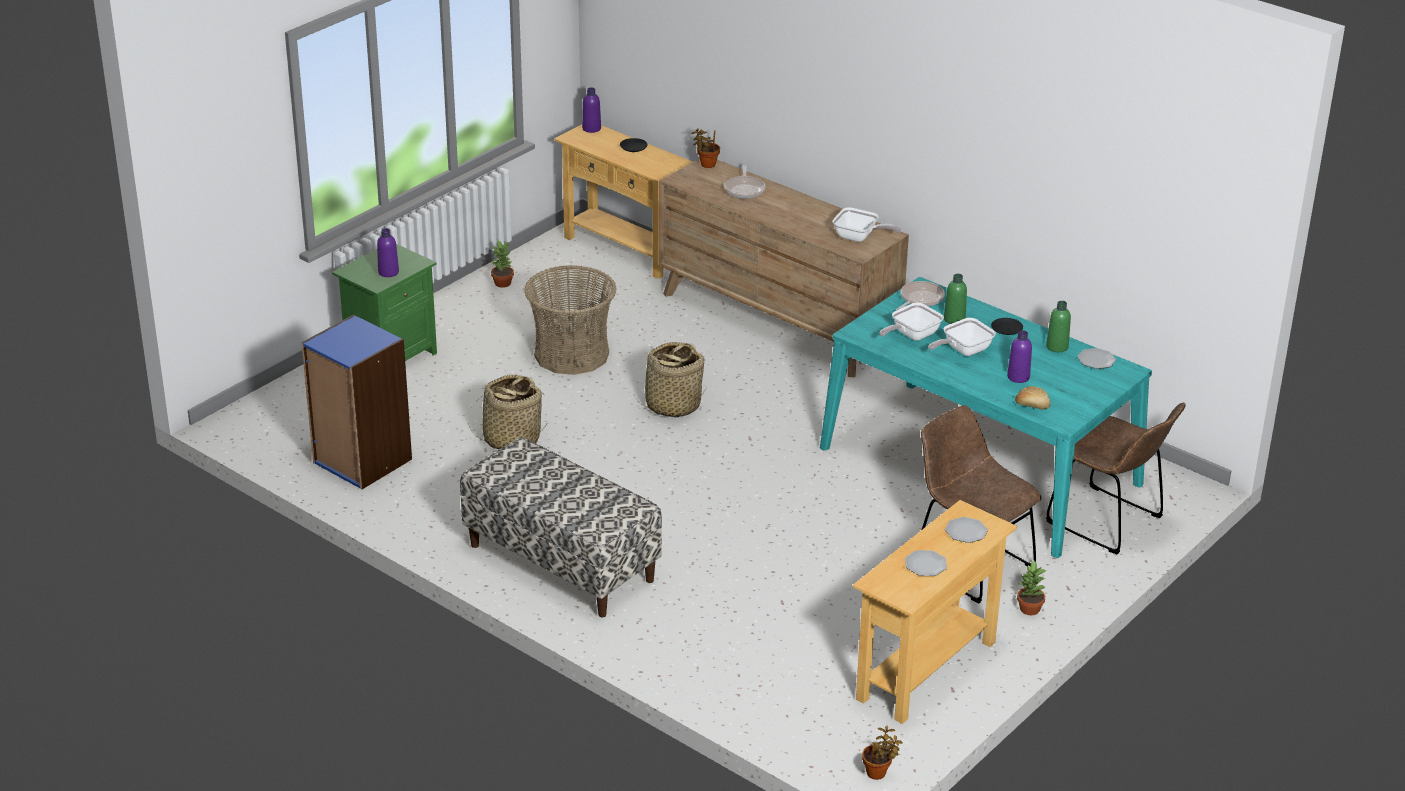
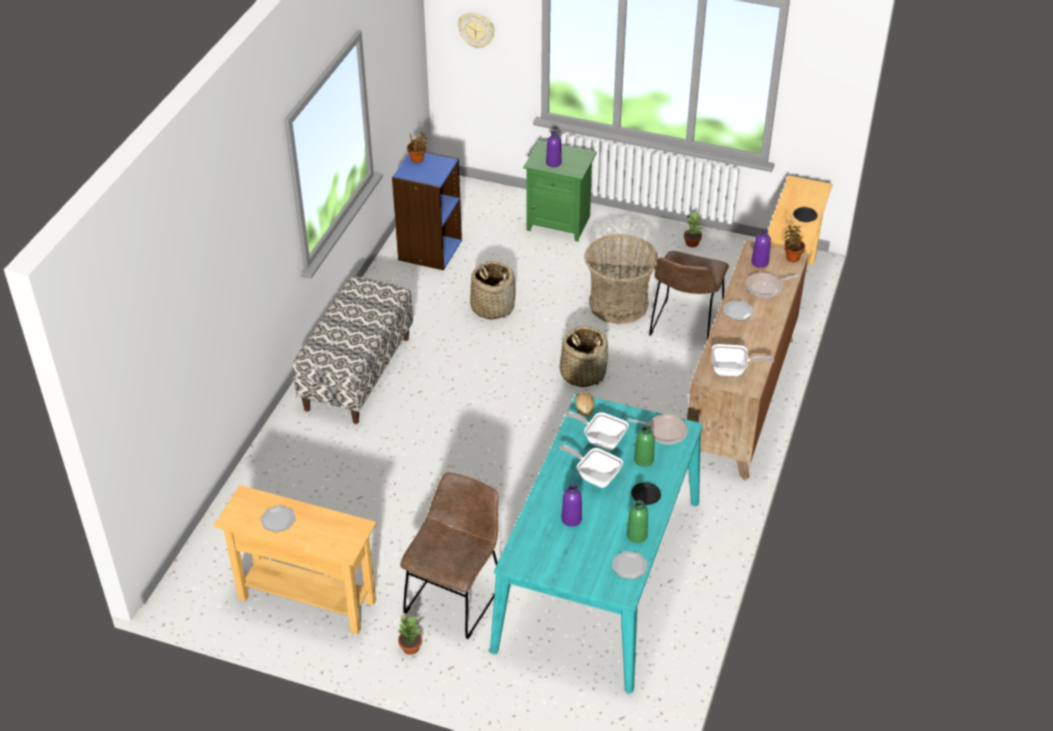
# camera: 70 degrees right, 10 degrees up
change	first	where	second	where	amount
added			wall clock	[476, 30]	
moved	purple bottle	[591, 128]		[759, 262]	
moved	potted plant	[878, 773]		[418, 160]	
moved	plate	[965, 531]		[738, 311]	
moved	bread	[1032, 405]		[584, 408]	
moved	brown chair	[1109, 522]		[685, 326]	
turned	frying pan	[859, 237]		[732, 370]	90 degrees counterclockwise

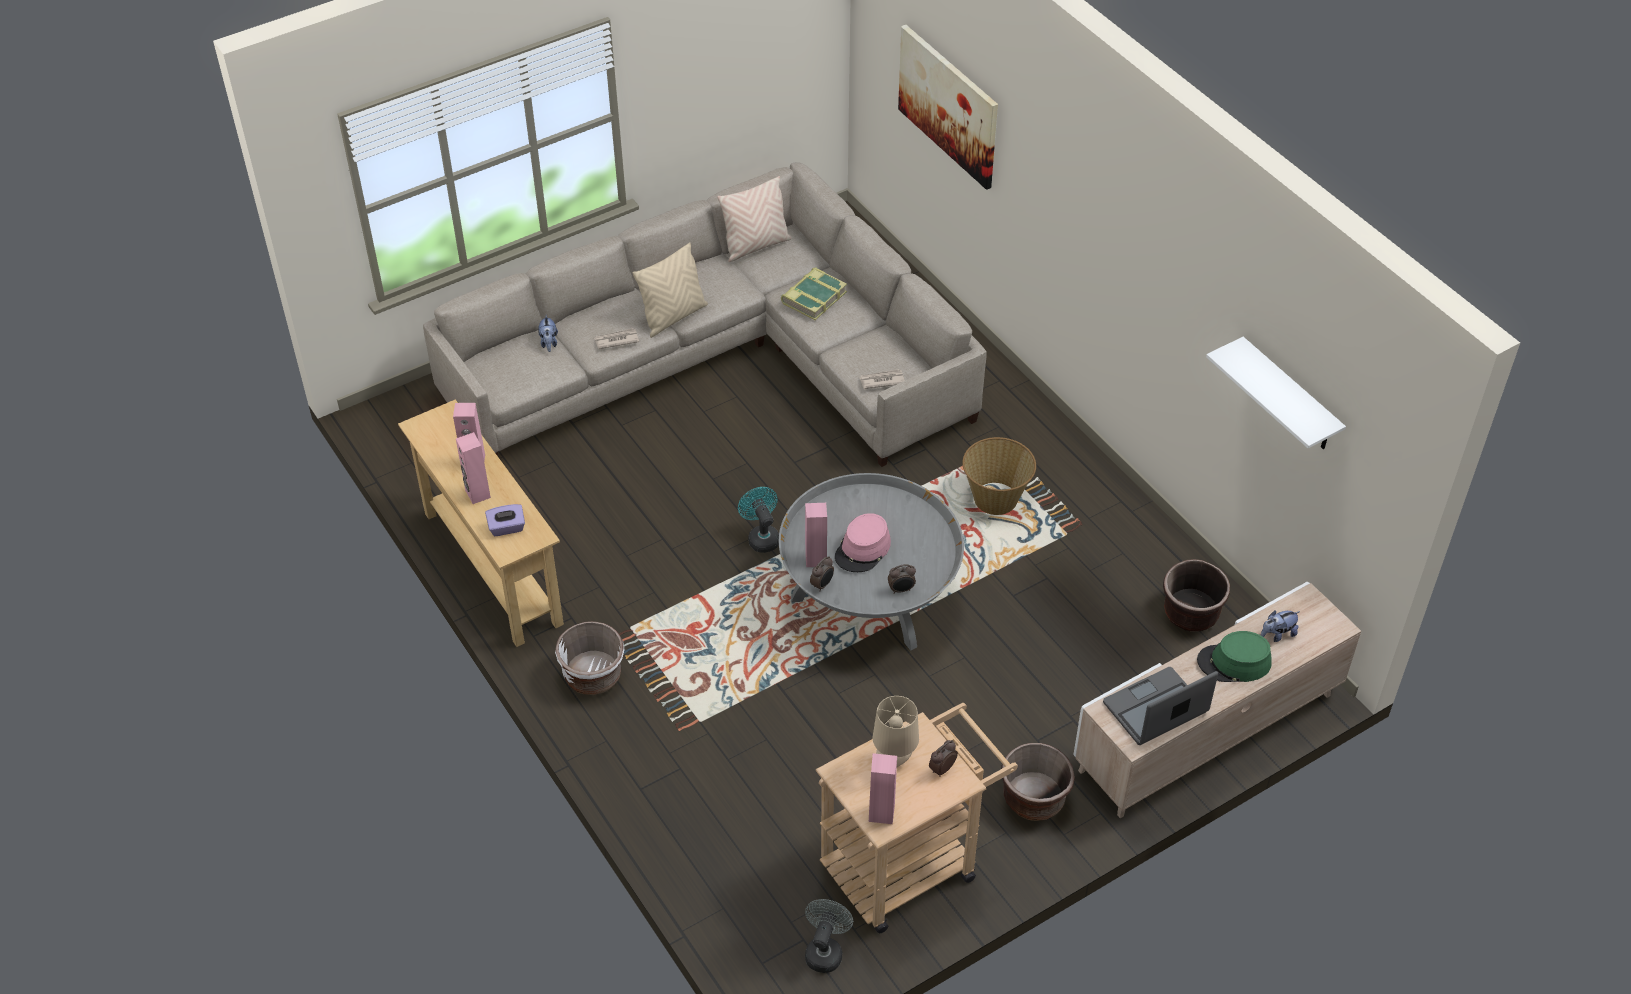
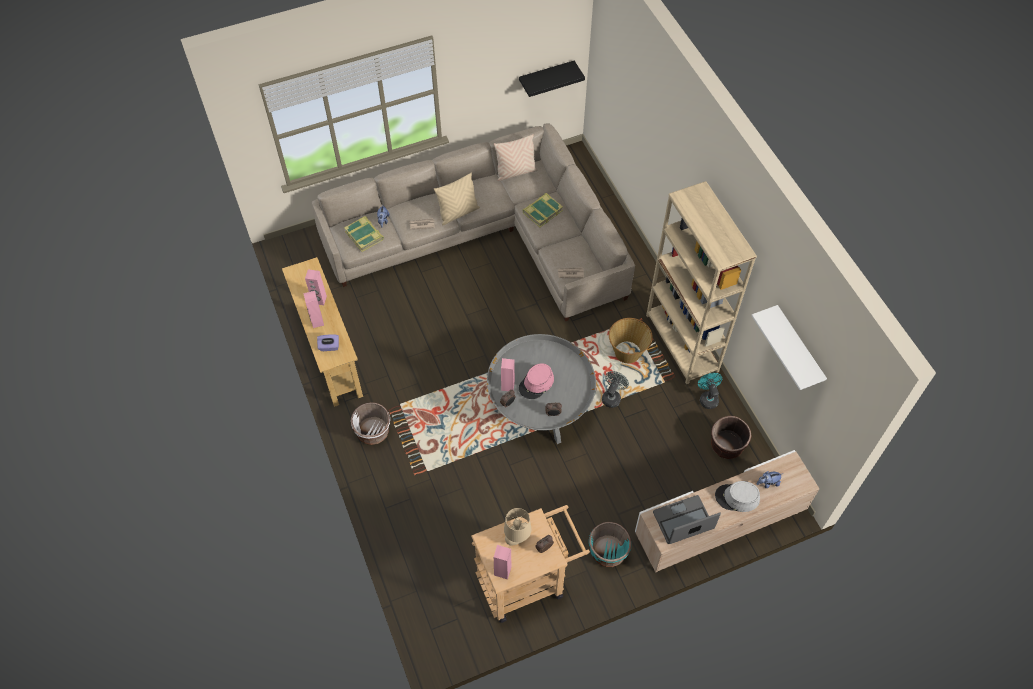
# camera: 10 degrees right, 10 degrees up
change	first	where	second	where	amount
removed	picture	[948, 105]			
added			book	[364, 235]	
added			black shelf	[546, 77]	
added			beige bookcase	[682, 343]	
moved	turquoise fan	[761, 537]		[707, 398]	
moved	grey fan	[825, 950]		[612, 397]	
recoloured	brown planter	[1034, 799]	turquoise planter	[608, 551]	
recoloured	green hat	[1234, 663]	grey hat	[737, 498]	

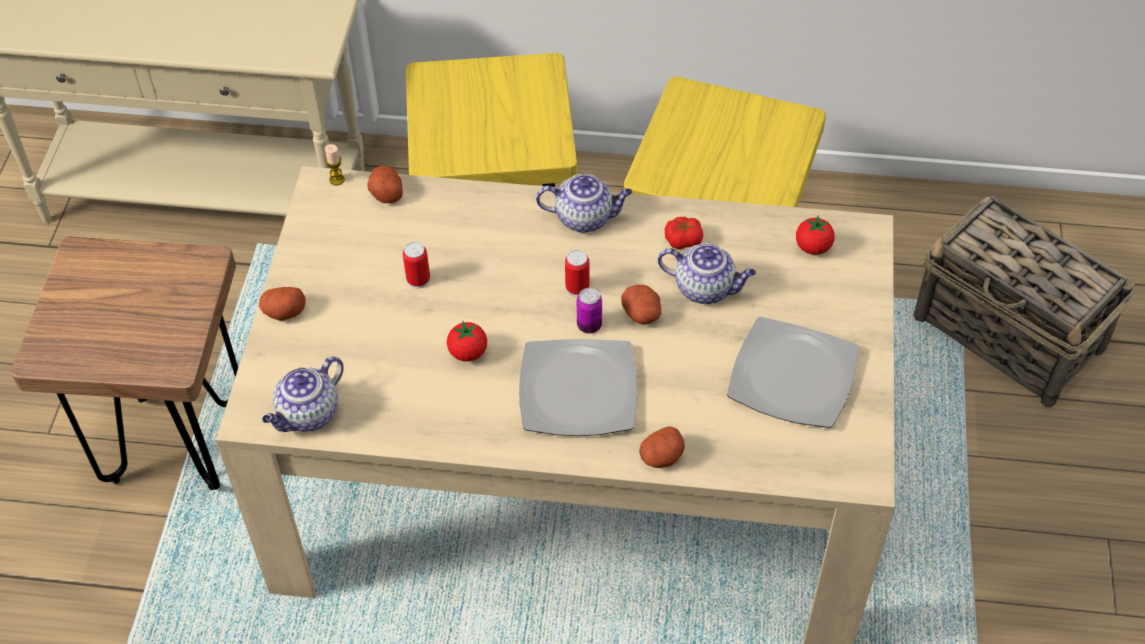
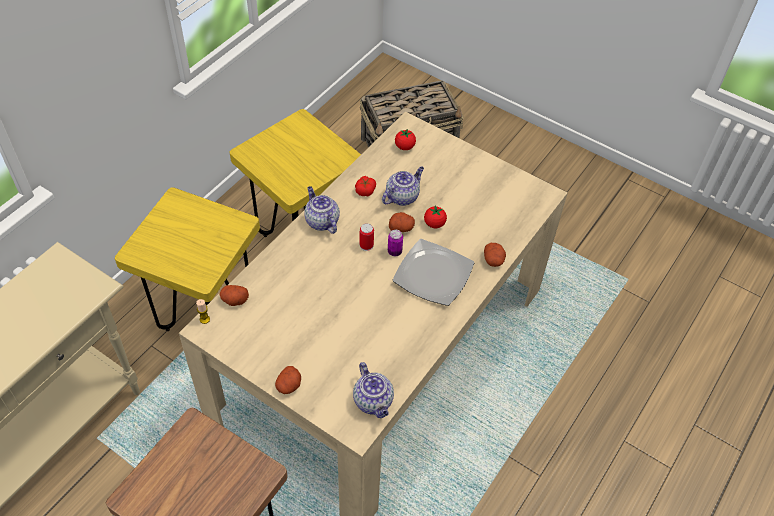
# camera: 65 degrees left, 0 degrees up
change	first	where	second	where	amount
removed	can	[418, 279]			
removed	plate	[792, 375]			
moved	tomato	[468, 352]		[434, 224]	
turned	teapot	[585, 218]		[321, 221]	60 degrees counterclockwise

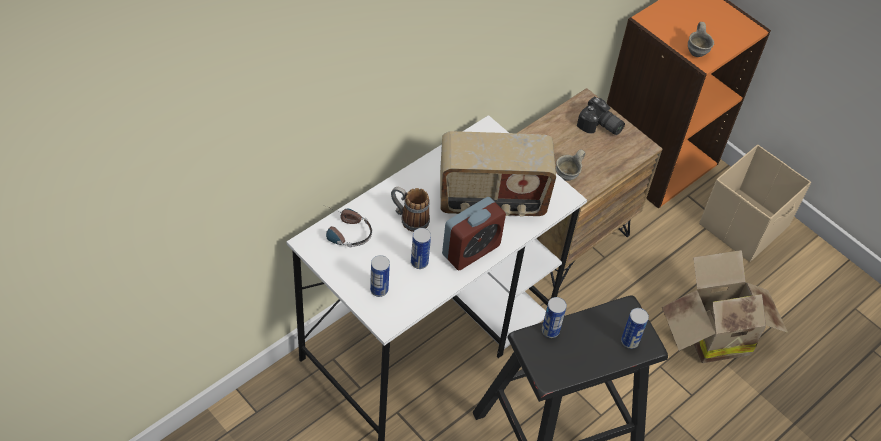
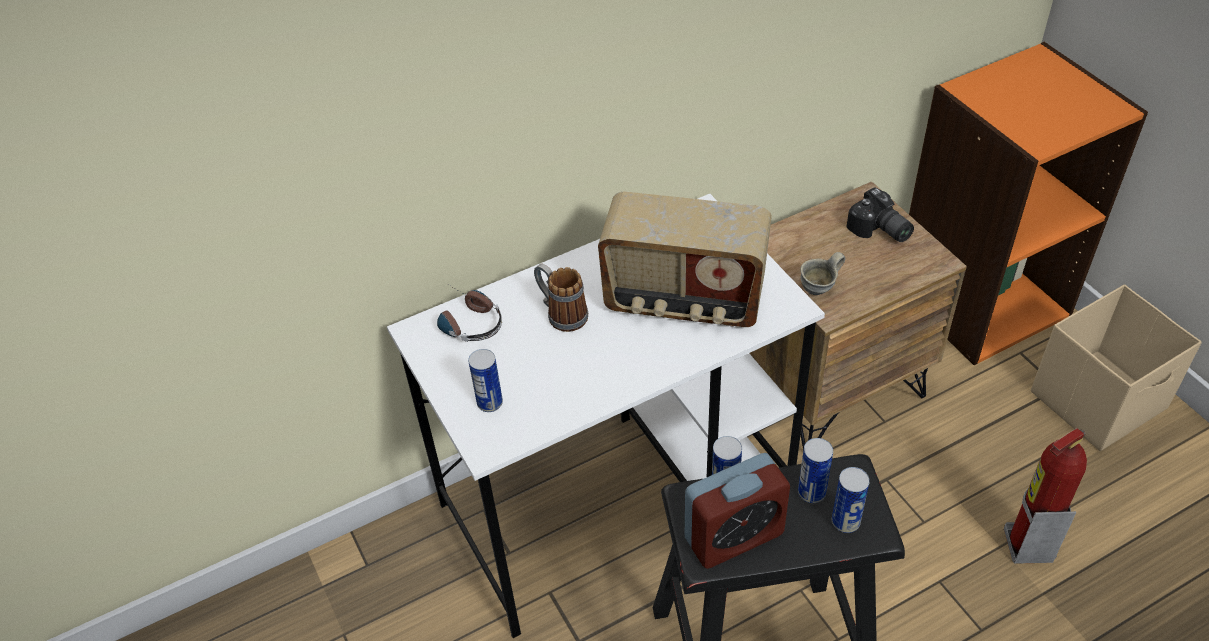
# camera: 20 degrees right, 5 degrees down
change	first	where	second	where	amount
removed	grey mug	[698, 51]			
moved	can	[419, 262]		[811, 492]	
moved	alarm clock	[471, 250]		[734, 536]	
replaced	cardboard box	[712, 333]	fire extinguisher	[1027, 545]	

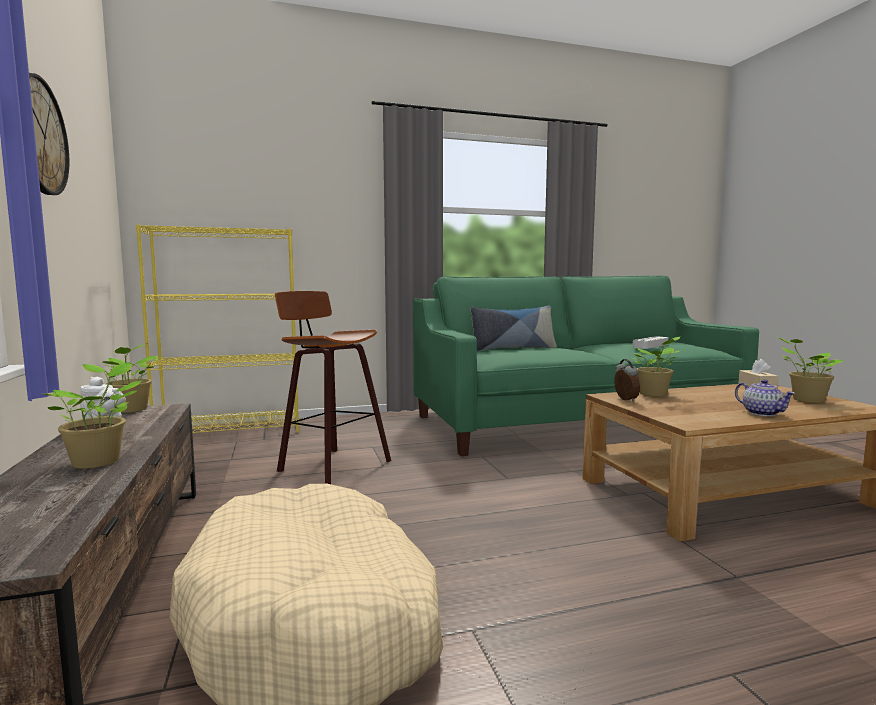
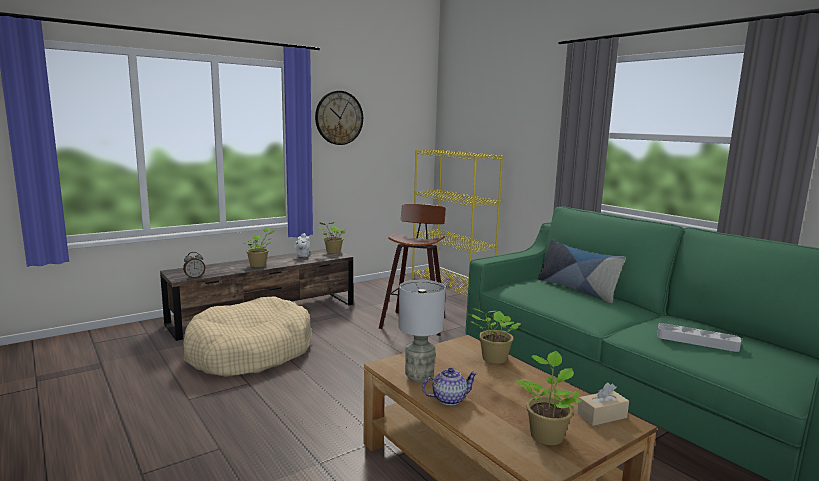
# camera: 70 degrees right, 5 degrees up
change	first	where	second	where	amount
added			grey table lamp	[418, 377]	
moved	alarm clock	[625, 400]		[194, 277]	
turned	teapot	[762, 413]		[448, 399]	150 degrees counterclockwise

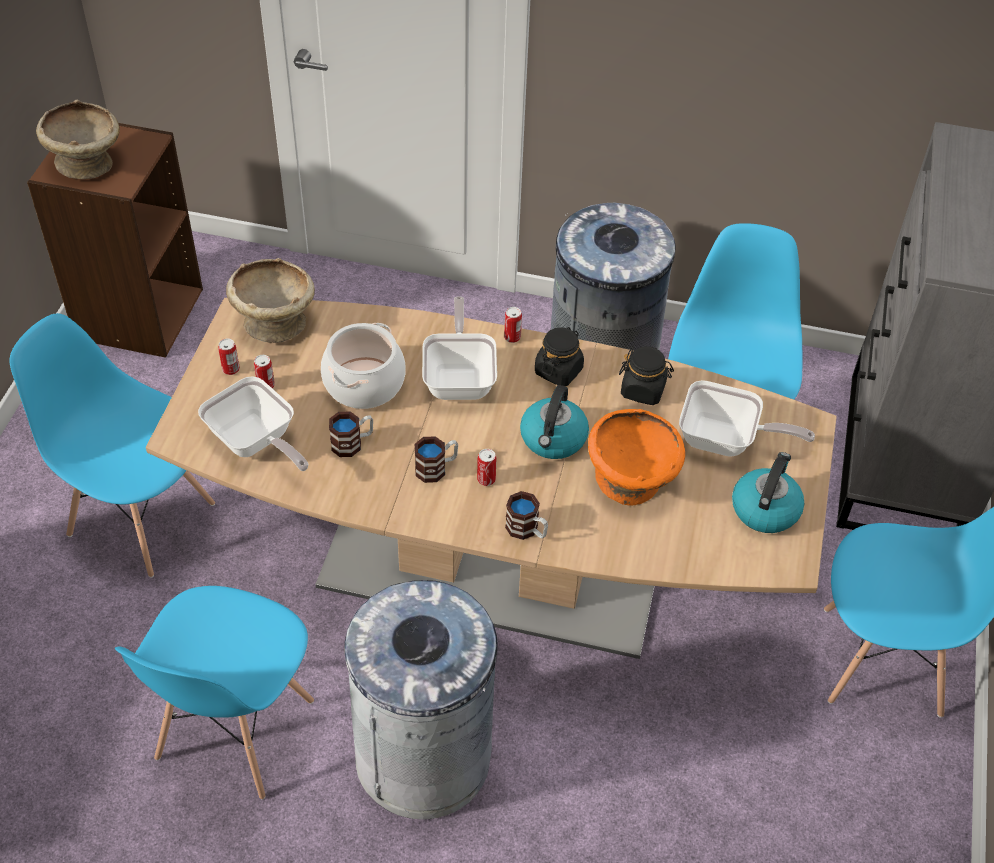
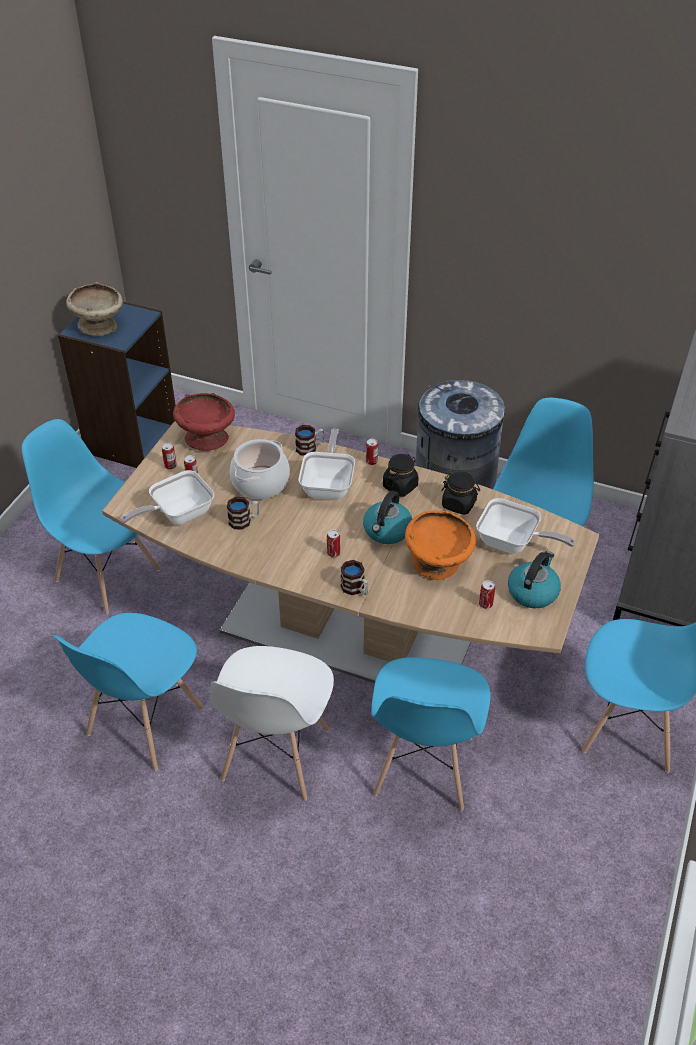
# camera: 10 degrees right, 5 degrees down
change	first	where	second	where	amount
added			blue chair	[423, 766]	
added			can	[485, 604]	
moved	mug	[436, 468]		[310, 448]	
replaced	grey trash can	[424, 756]	white chair	[275, 755]	
recoloured	brown bookcase	[138, 313]	blue bookcase	[131, 439]	
recoloured	beige bowl	[274, 322]	red bowl	[206, 438]	
turned	frying pan	[256, 443]		[177, 514]	90 degrees clockwise

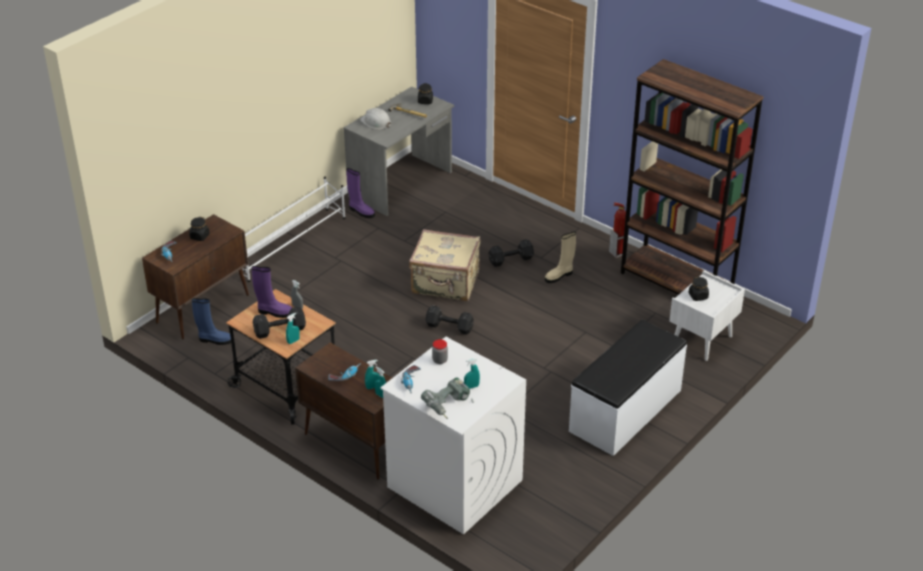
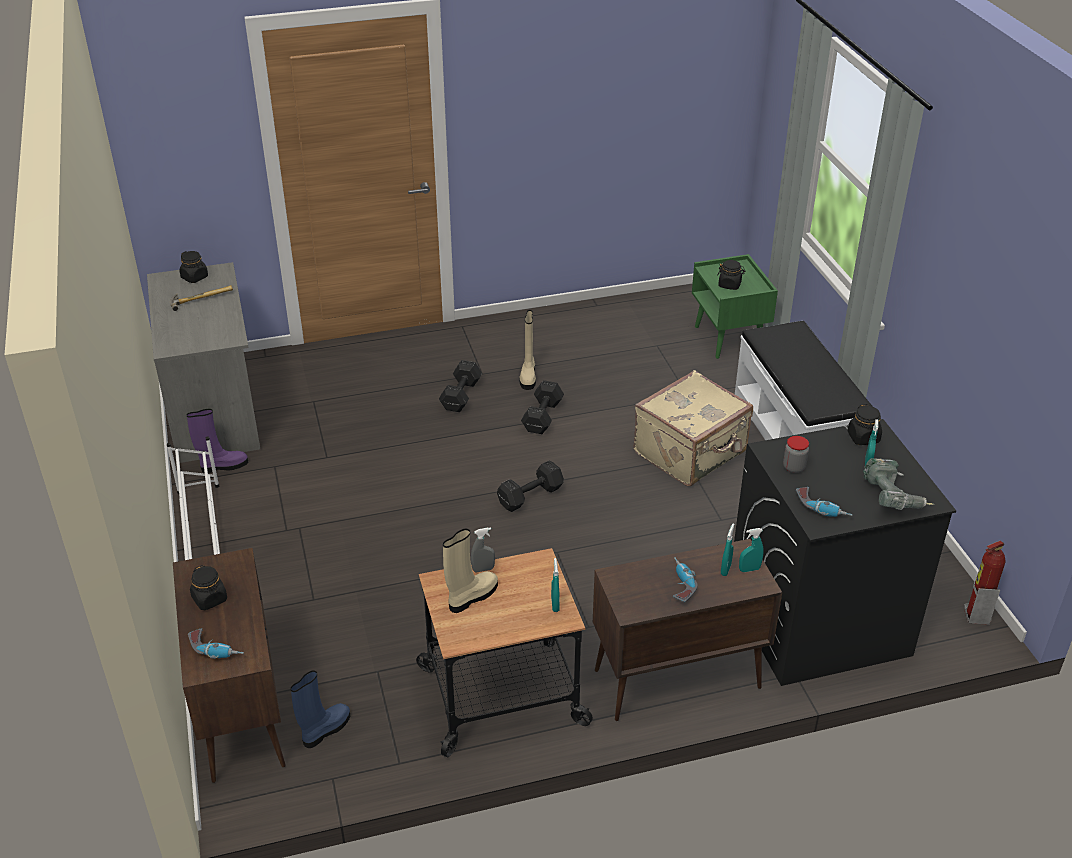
# camera: 55 degrees left, 0 degrees up
change	first	where	second	where	amount
removed	white hard hat	[376, 122]			
removed	brown bookcase	[676, 283]			
added			black jar	[863, 437]	
moved	black dumbbell	[278, 330]		[541, 417]	
moved	beige suitcase	[445, 283]		[691, 453]	
moved	fire extinguisher	[617, 252]		[976, 616]	
recoloured	purple boot	[274, 312]	beige boot	[471, 597]	
recoloured	white washing machine	[453, 483]	black washing machine	[817, 622]	
recoloured	white nightstand	[702, 341]	green nightstand	[729, 339]	

